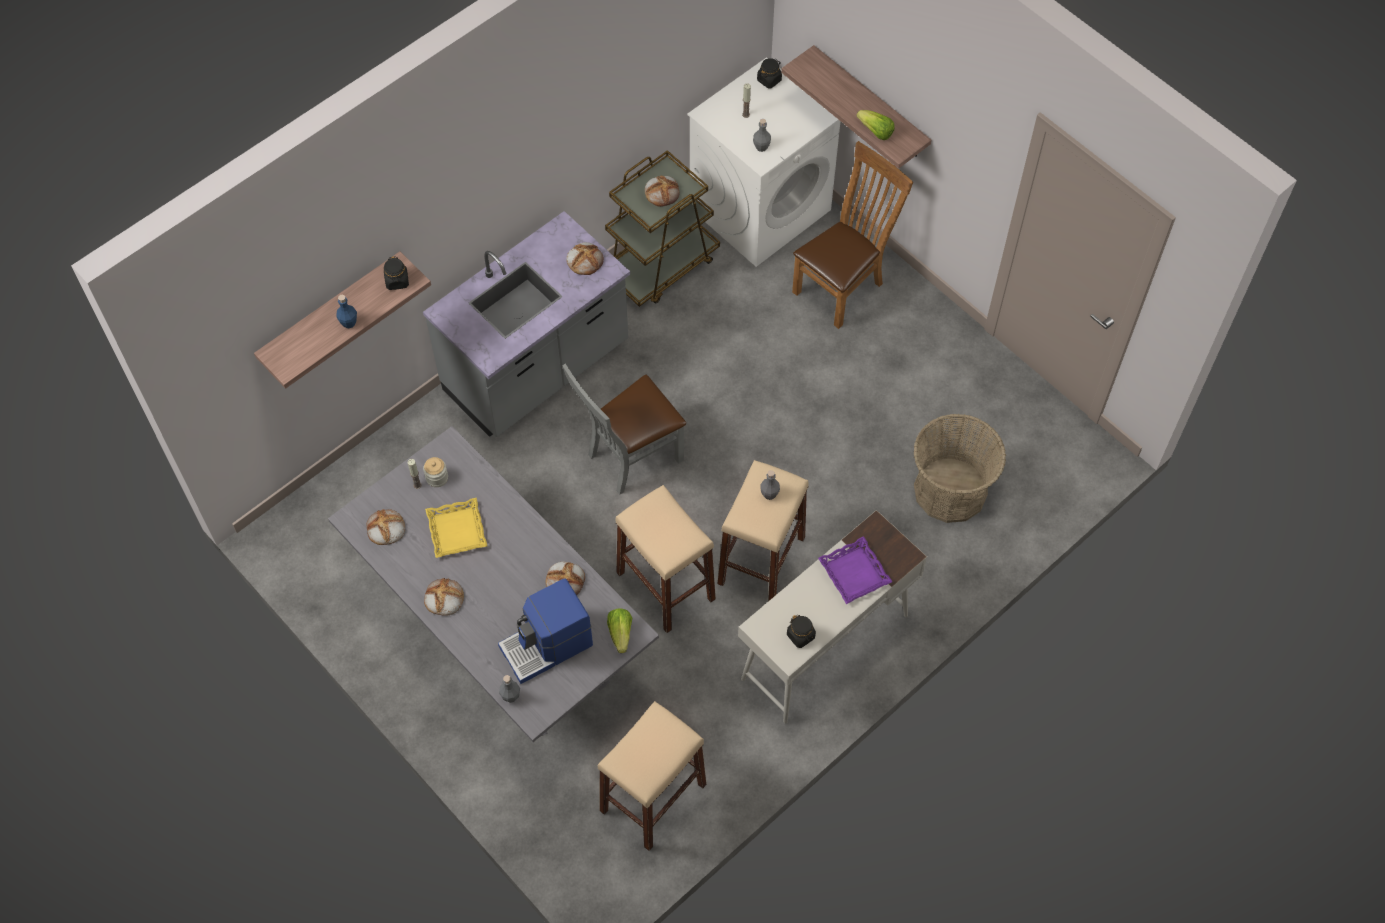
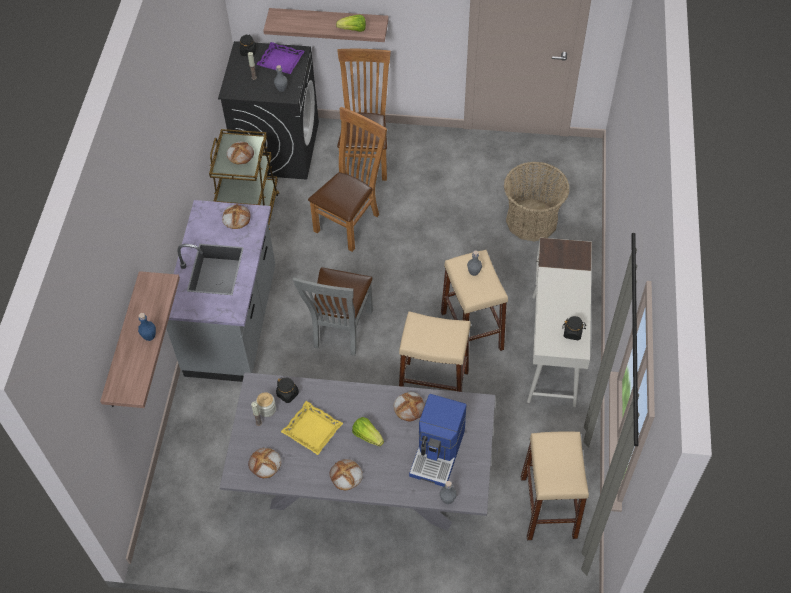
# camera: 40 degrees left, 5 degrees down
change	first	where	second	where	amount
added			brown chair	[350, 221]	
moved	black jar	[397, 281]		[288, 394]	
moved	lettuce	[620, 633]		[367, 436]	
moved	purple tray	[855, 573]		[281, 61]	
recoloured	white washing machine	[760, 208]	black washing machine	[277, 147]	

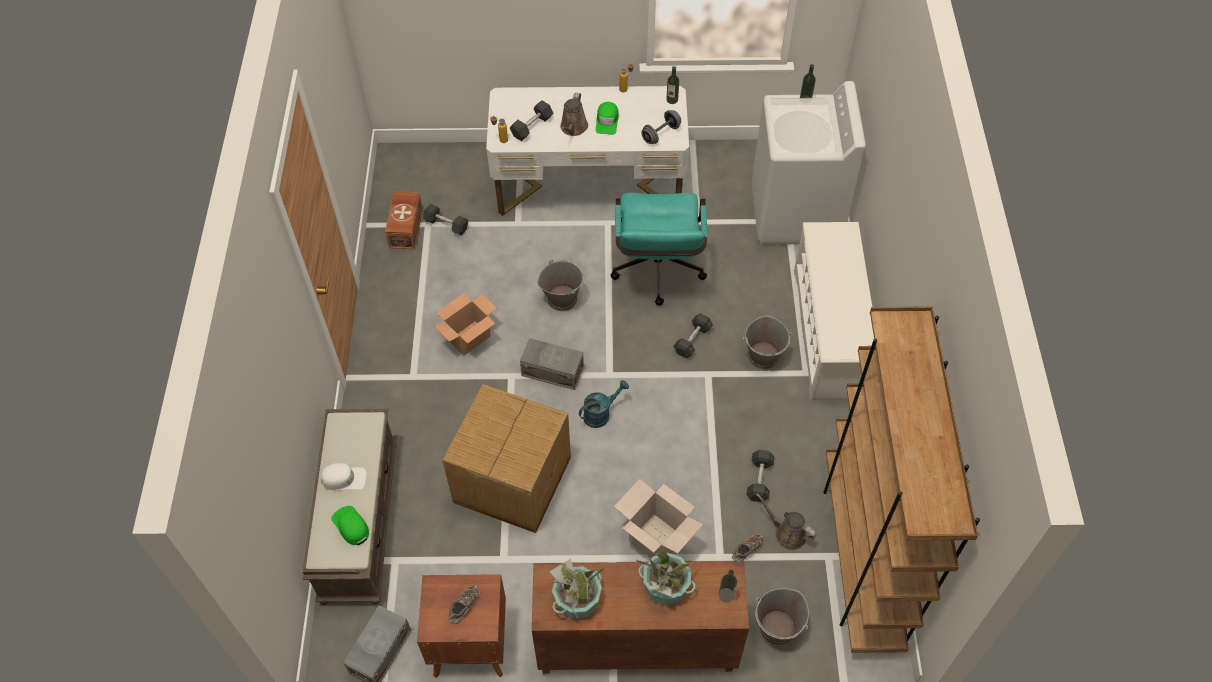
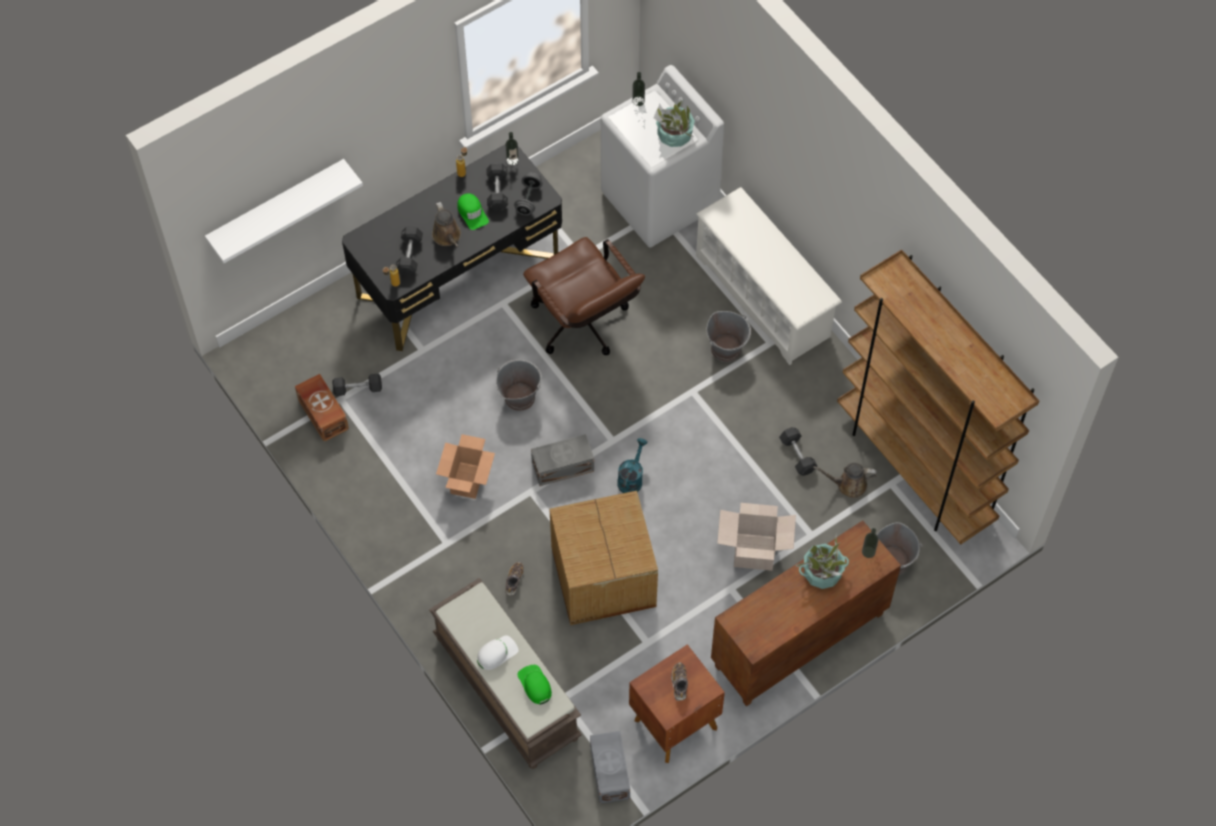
# camera: 35 degrees left, 5 degrees up
change	first	where	second	where	amount
added			white shelf	[277, 206]	
moved	potted plant	[577, 599]		[674, 134]	
moved	grey dumbbell	[692, 340]		[497, 191]	
moved	shoe	[747, 550]		[514, 580]	
recoloured	white desk	[589, 186]	black desk	[458, 277]	
recoloured	turquoise office chair	[657, 274]	brown office chair	[584, 327]	
turned	green cap	[351, 526]		[535, 685]	45 degrees clockwise

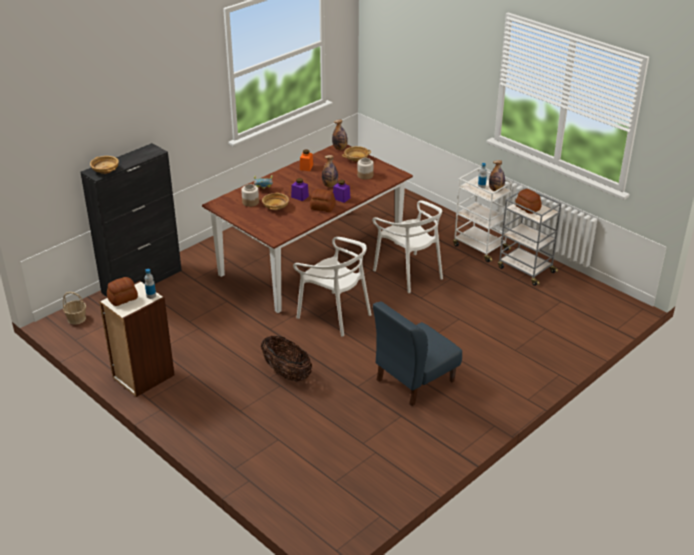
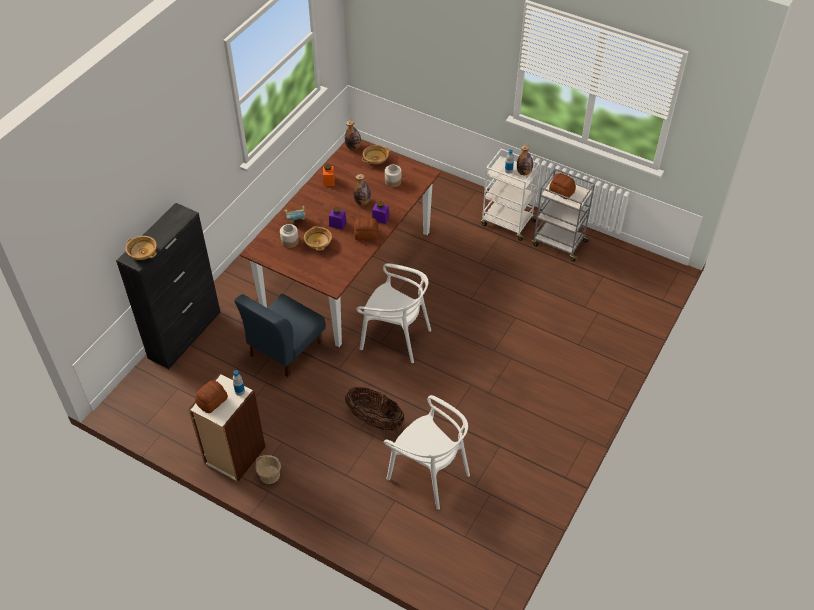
# camera: 15 degrees left, 15 degrees up
change	first	where	second	where	amount
moved	basket	[76, 318]		[269, 475]	
moved	white chair	[409, 273]		[429, 474]	
moved	blue chair	[414, 380]		[285, 349]	

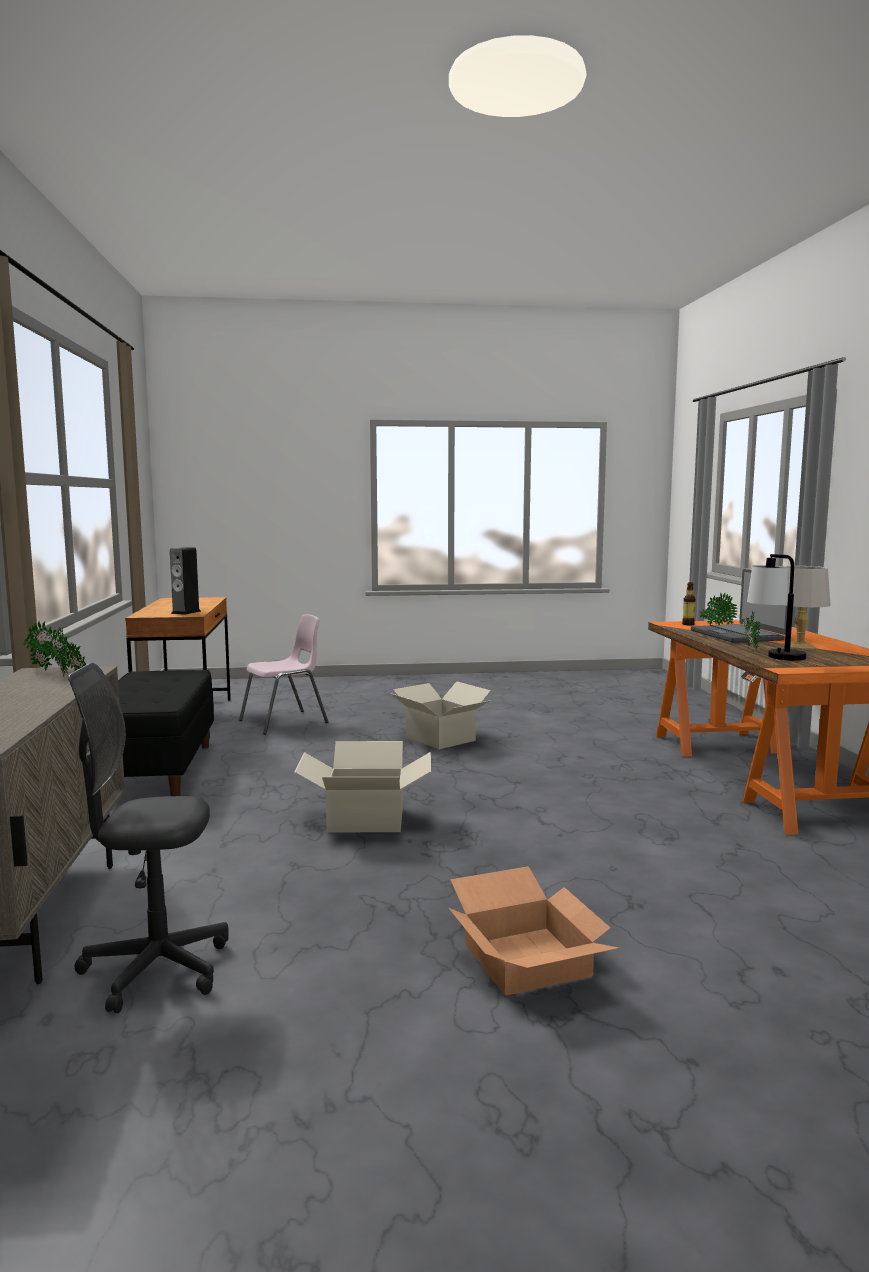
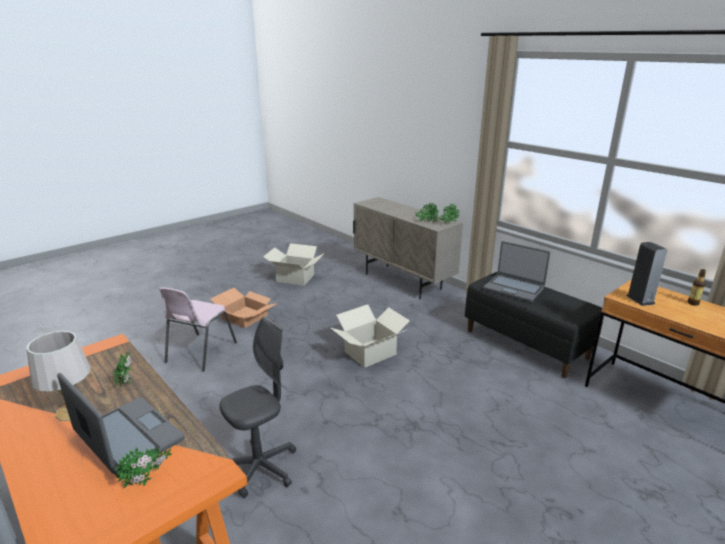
# camera: 145 degrees right, 15 degrees up
change	first	where	second	where	amount
removed	table lamp	[775, 659]			
added			laptop	[514, 288]	
moved	grey office chair	[156, 969]		[261, 468]	
moved	pink chair	[285, 722]		[200, 352]	
moved	cardboard box	[441, 738]		[295, 278]	
moved	bottle	[688, 624]		[693, 303]	

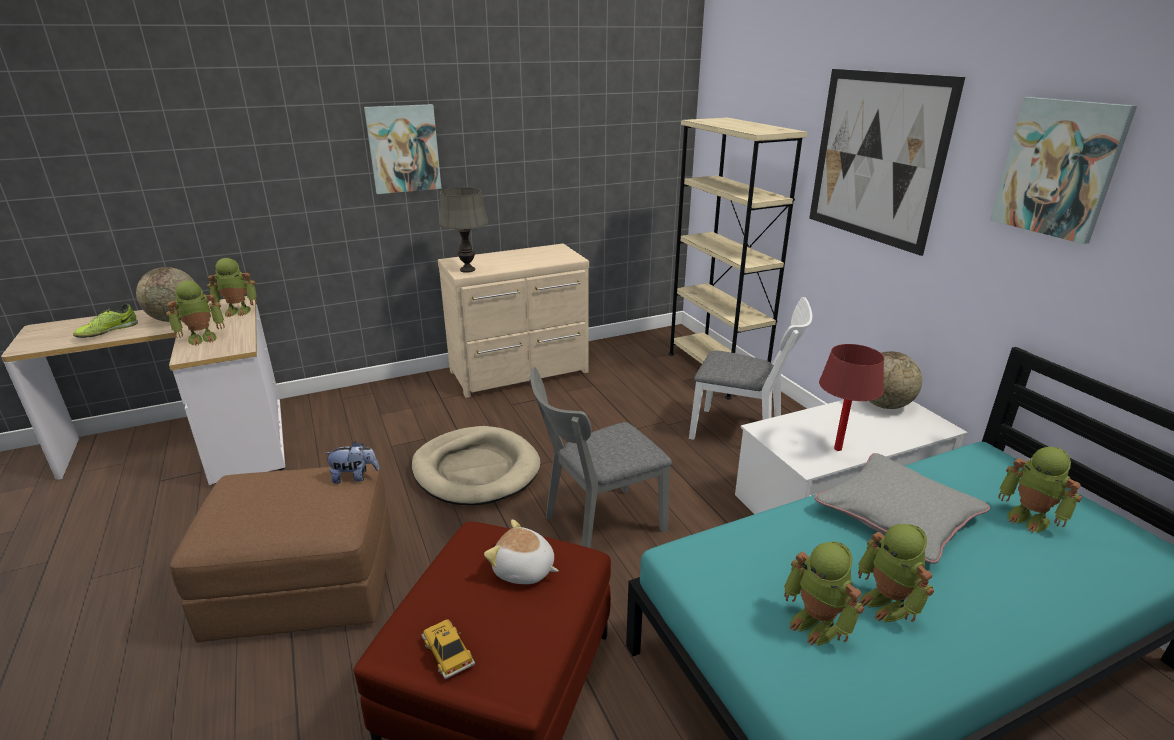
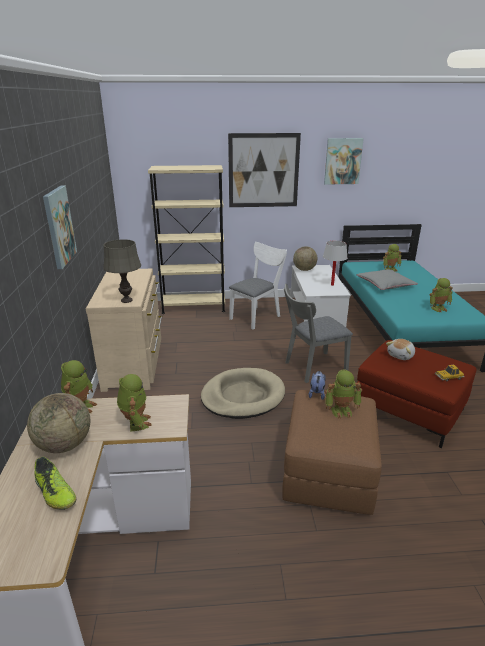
# camera: 70 degrees left, 0 degrees up
change	first	where	second	where	amount
moved	toy robot	[888, 604]		[341, 410]	
recoloured	red table lamp	[838, 449]	white table lamp	[332, 285]	
turned	grey chair	[597, 527]		[312, 367]	75 degrees clockwise

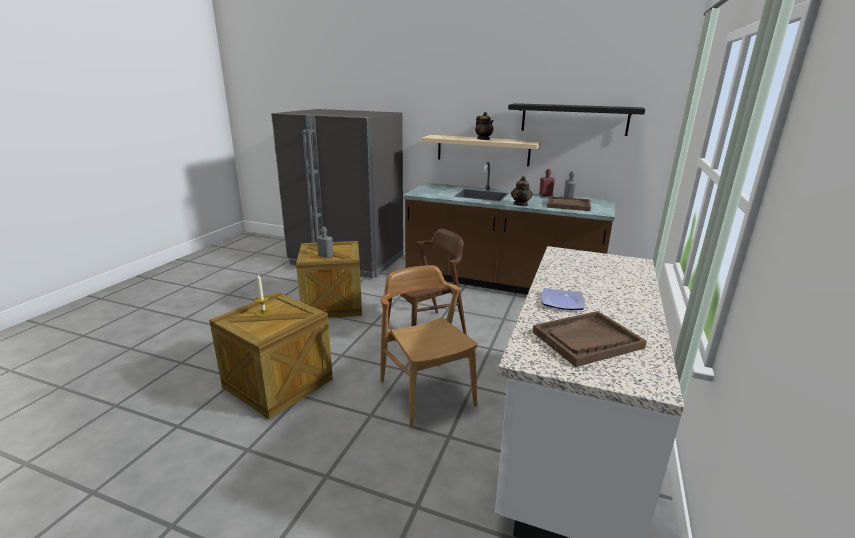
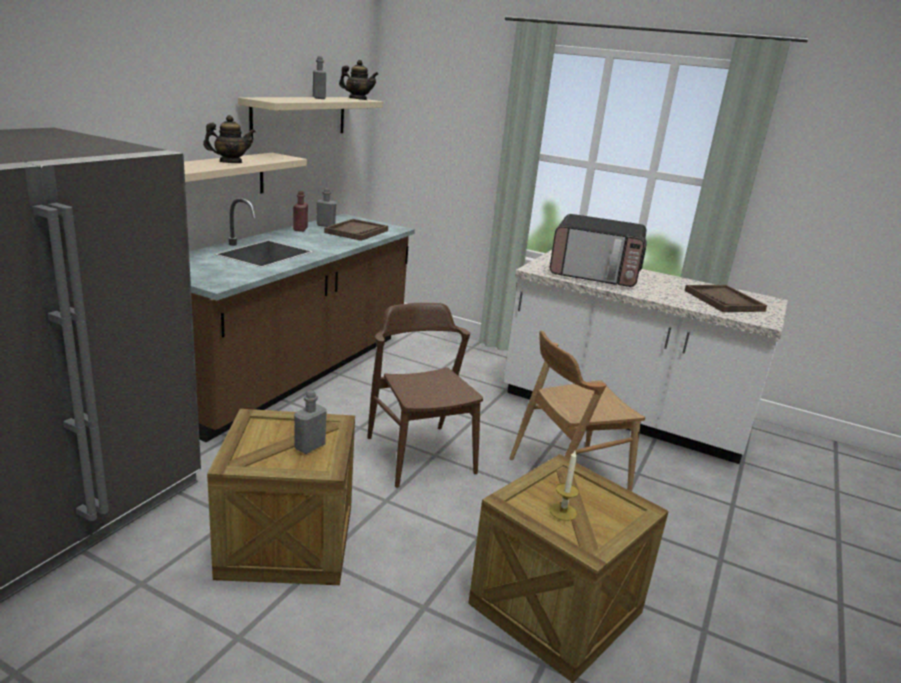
# camera: 85 degrees left, 0 degrees up
change	first	where	second	where	amount
removed	plate	[561, 302]			
added			grey bottle	[319, 98]	
added			microwave	[595, 274]	
moved	teapot	[521, 204]		[358, 99]	
recoloured	black shelf	[574, 119]	beige shelf	[300, 116]	

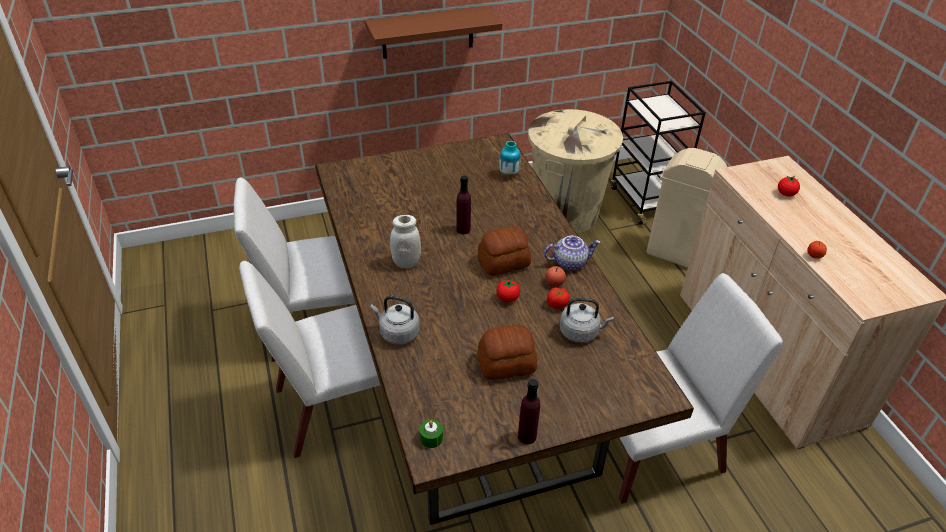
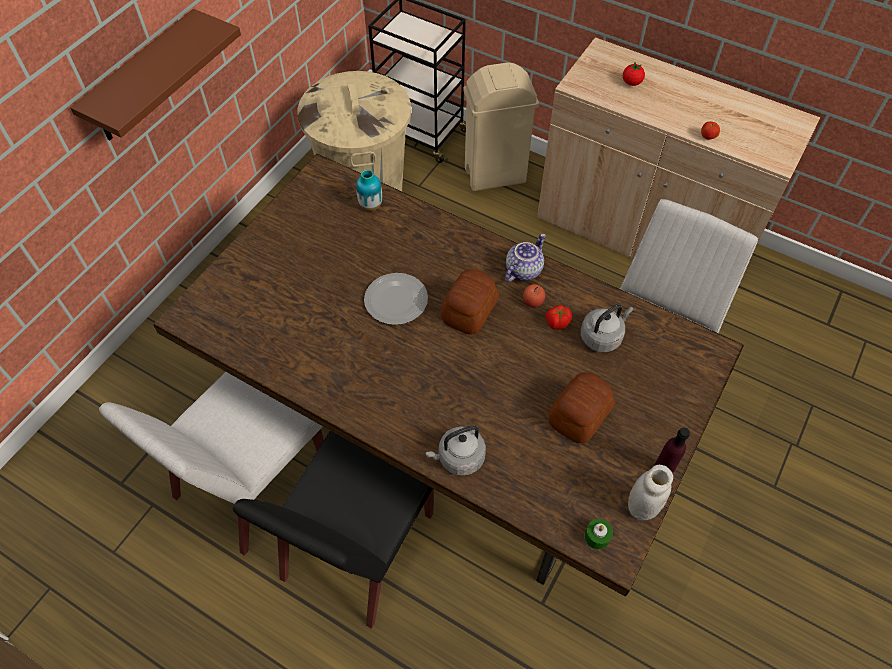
# camera: 40 degrees left, 15 degrees up
change	first	where	second	where	amount
removed	tomato	[507, 298]			
moved	white jar	[406, 262]		[642, 506]	
replaced	purple bottle	[463, 229]	plate	[395, 300]	
recoloured	white chair	[337, 407]	black chair	[357, 548]	

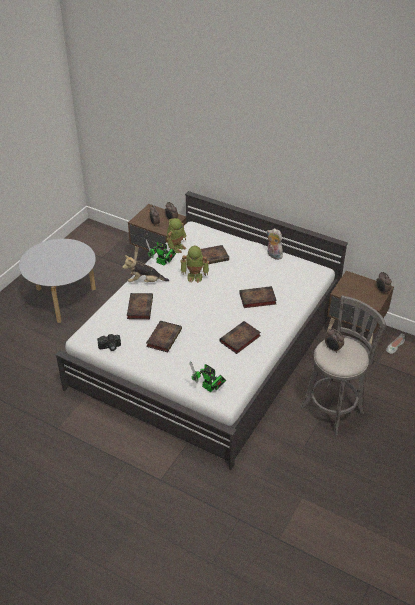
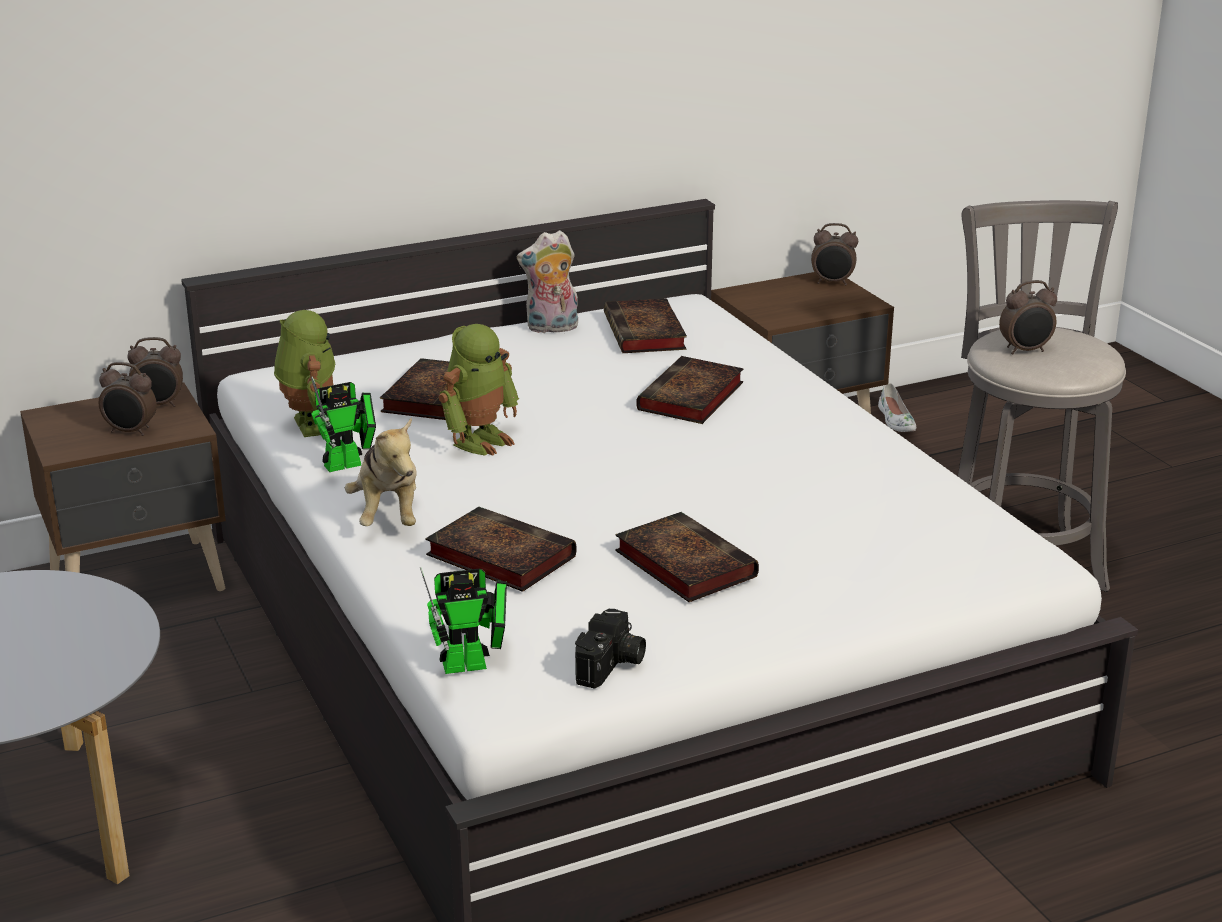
# camera: 55 degrees left, 15 degrees down
change	first	where	second	where	amount
moved	toy robot	[209, 388]		[472, 665]	
moved	book	[239, 340]		[646, 334]	
turned	plush toy	[145, 282]		[388, 515]	45 degrees counterclockwise

